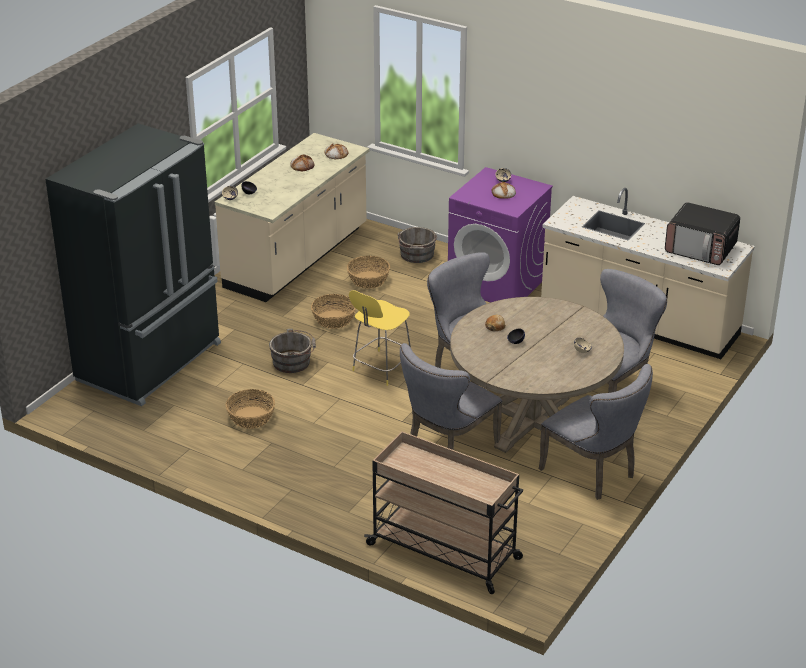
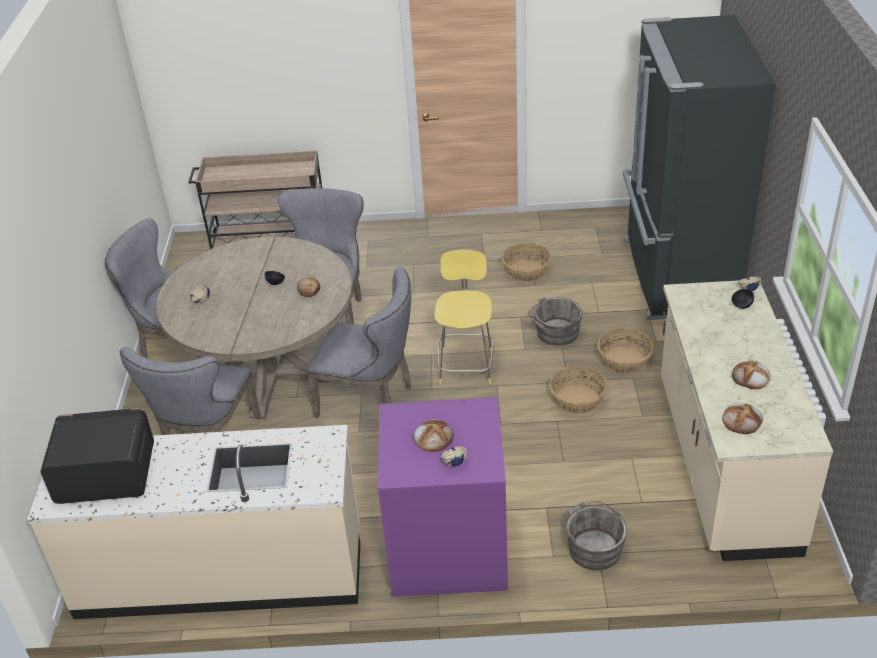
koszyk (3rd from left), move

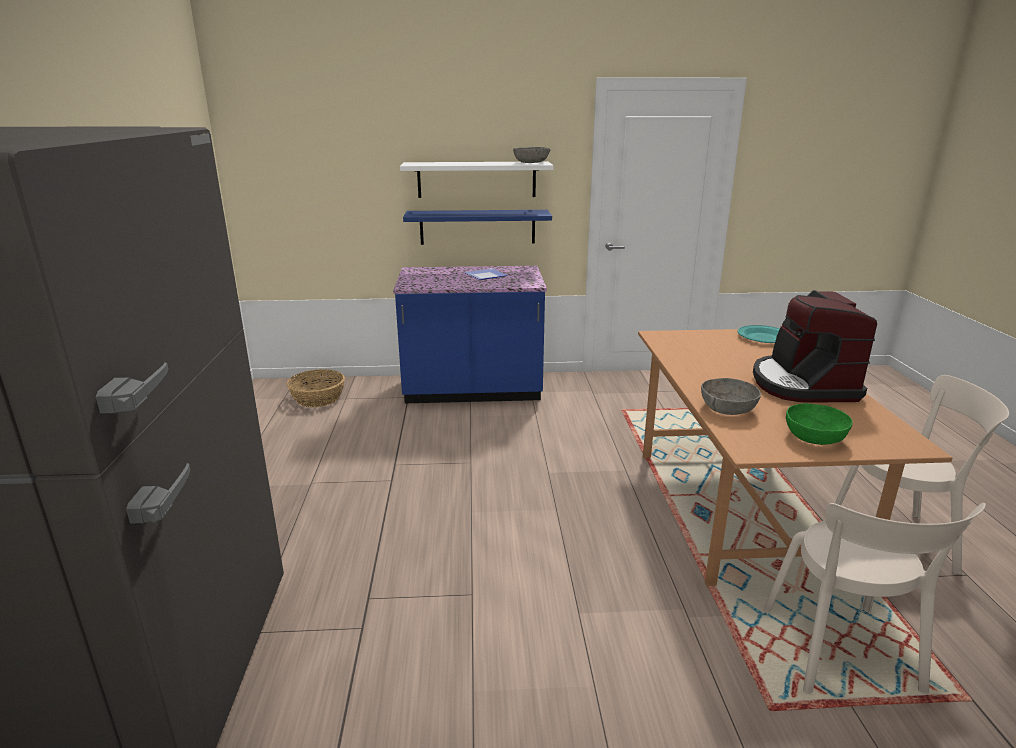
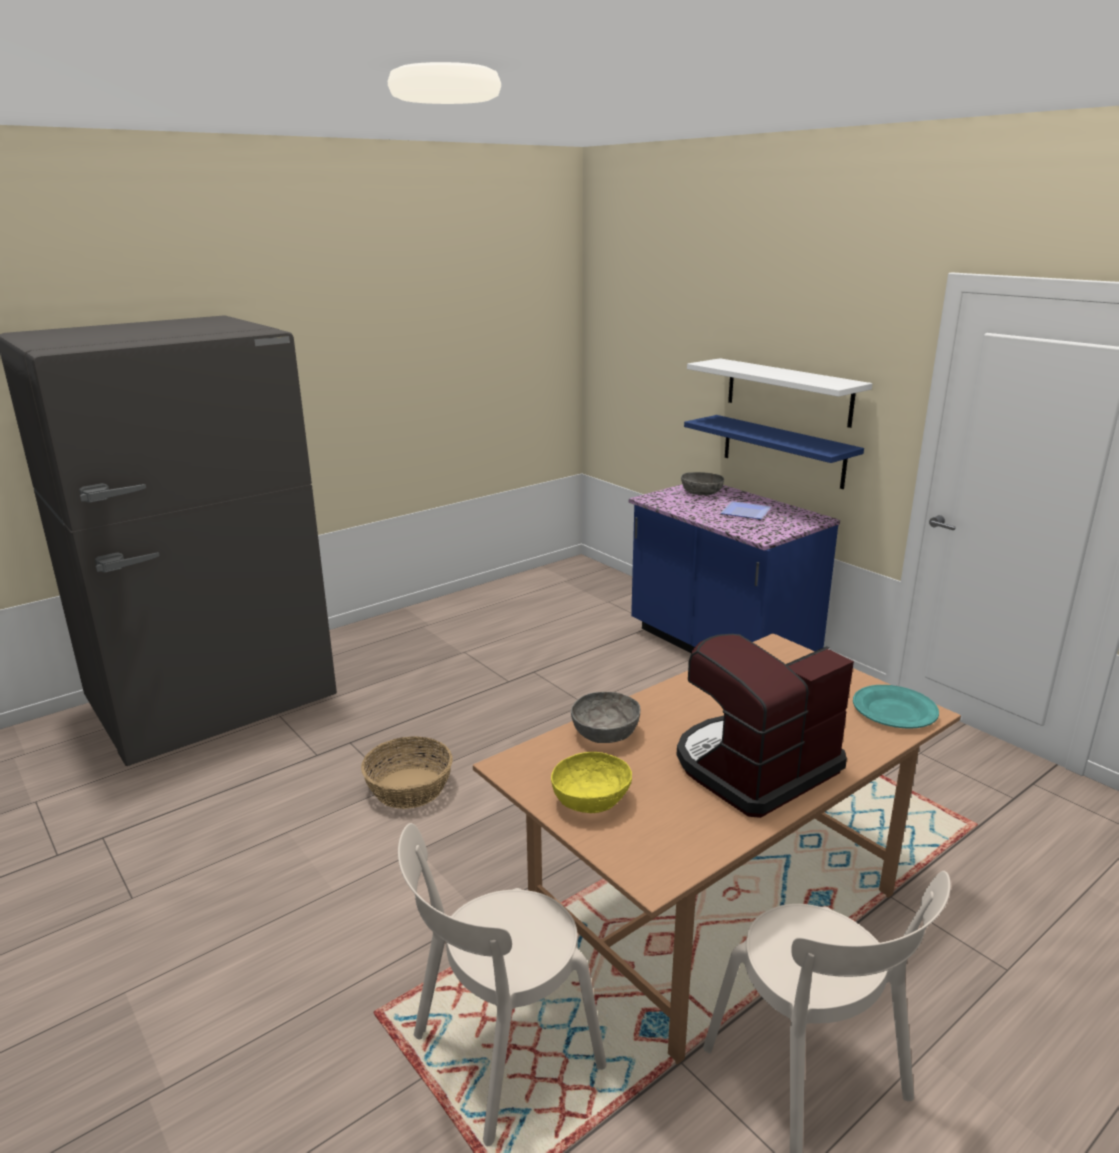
koszyk, move
miska (zielony) → miska (żółty)
miska (szary) (1st from left in the first image) → miska (szary) (2nd from left), move

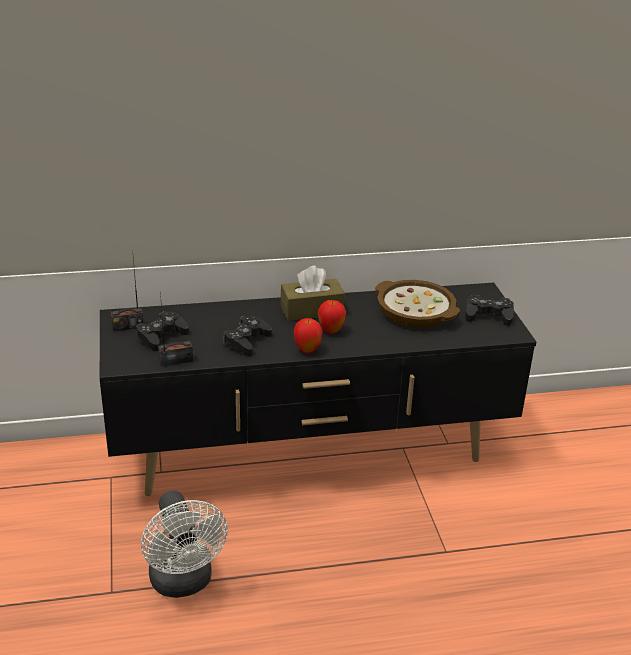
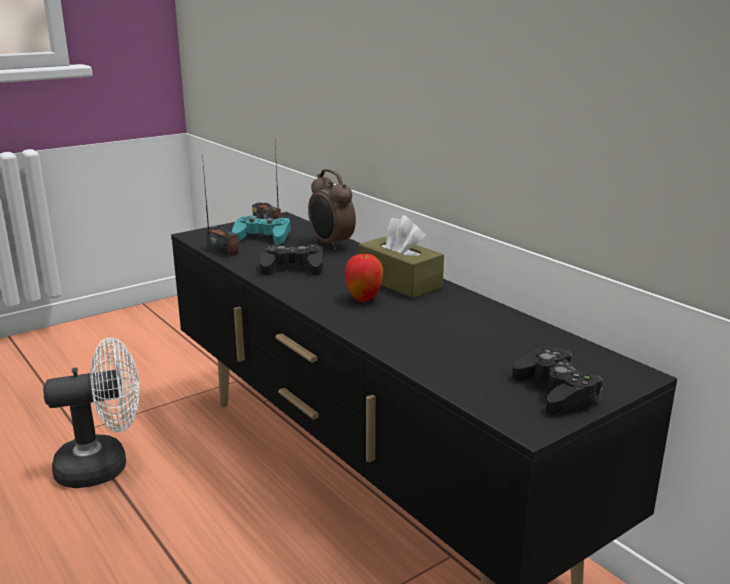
wentylator (biały), 150 degrees counterclockwise
pad do gier (czarny) (1st from left) → pad do gier (turkusowy)
- → budzik
jabłko (1st from left) → -
miska → -

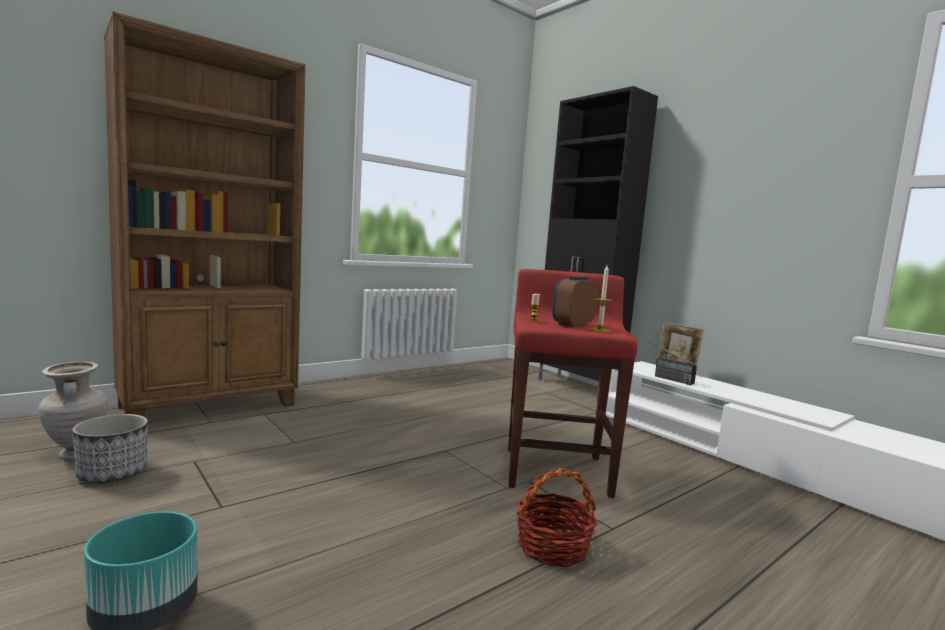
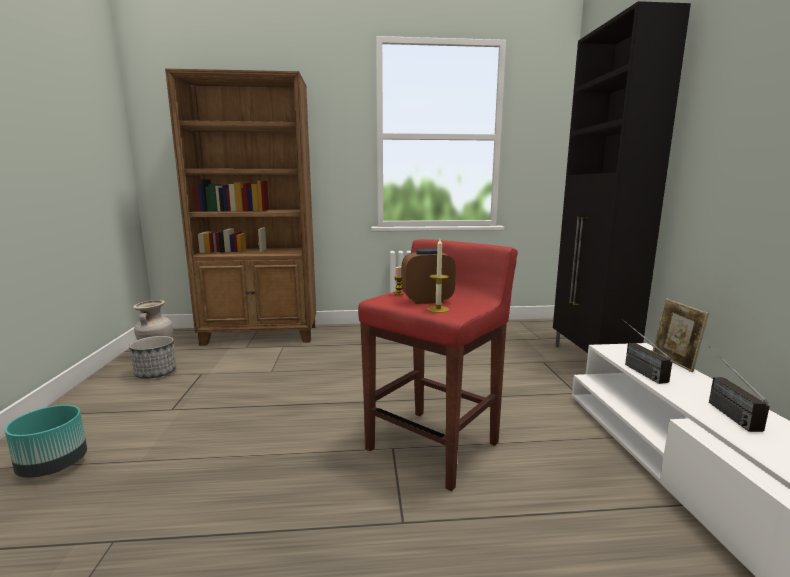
- → radio (2nd from left)
koszyk → -

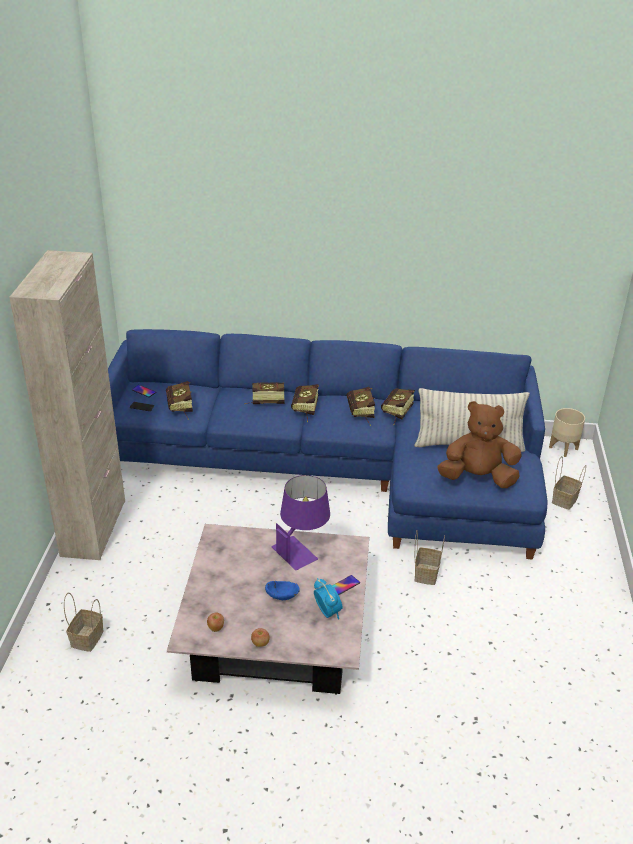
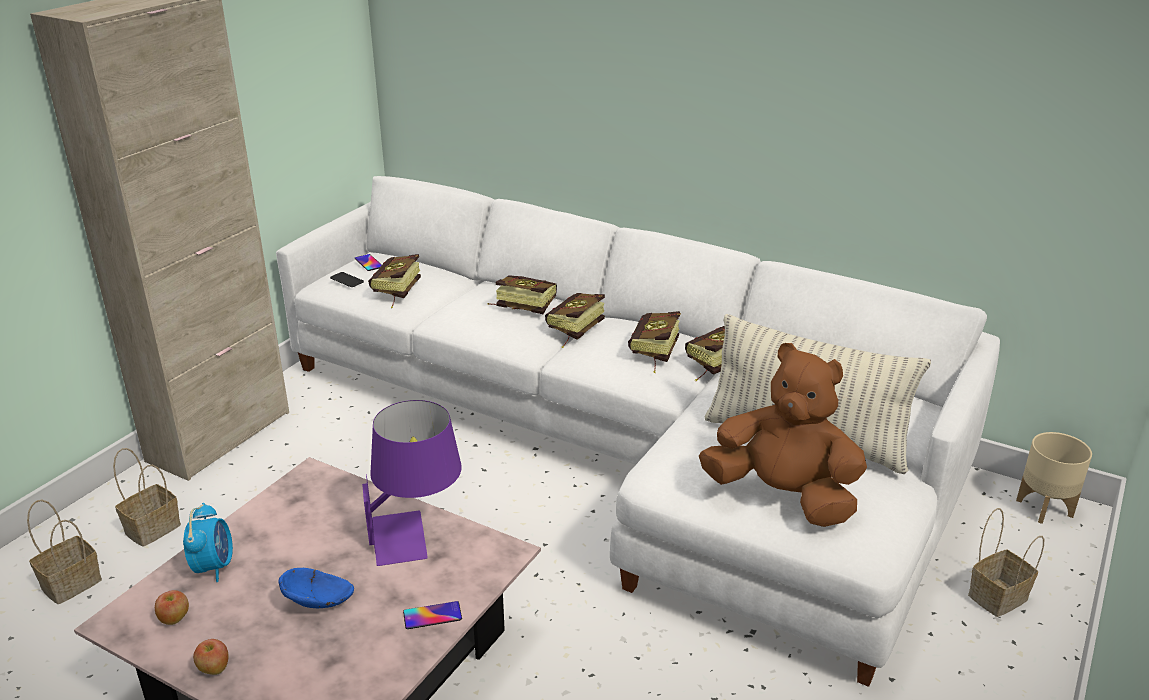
koszyk (2nd from left), move
budzik, move
kanapa (niebieski) → kanapa (biały)

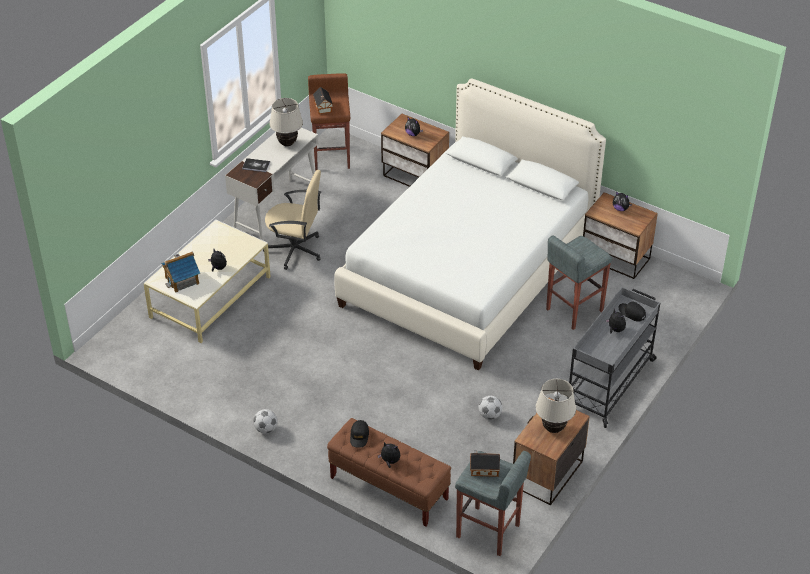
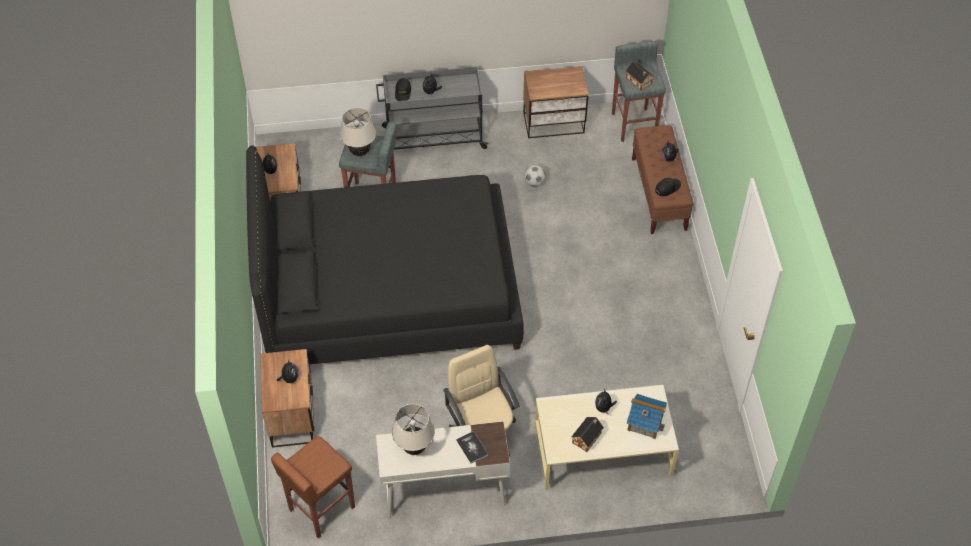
łóżko (biały) → łóżko (czarny)
lampa stołowa (beżowy) (2nd from left in the first image) → lampa stołowa (beżowy) (1st from left), move
domek (2nd from left in the first image) → domek (1st from left), move
piłka futbolowa (1st from left) → -

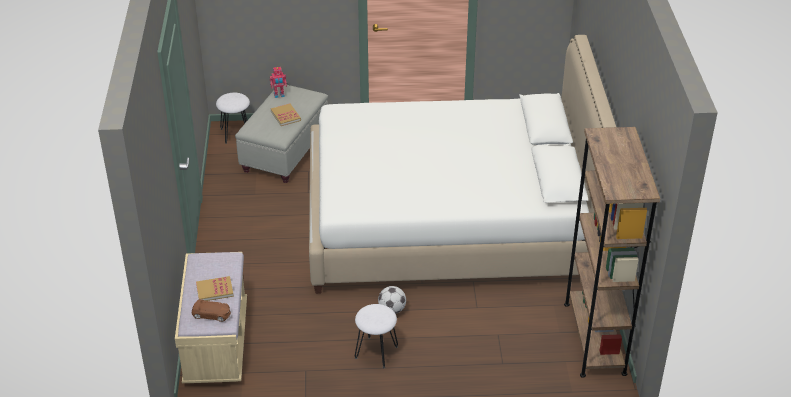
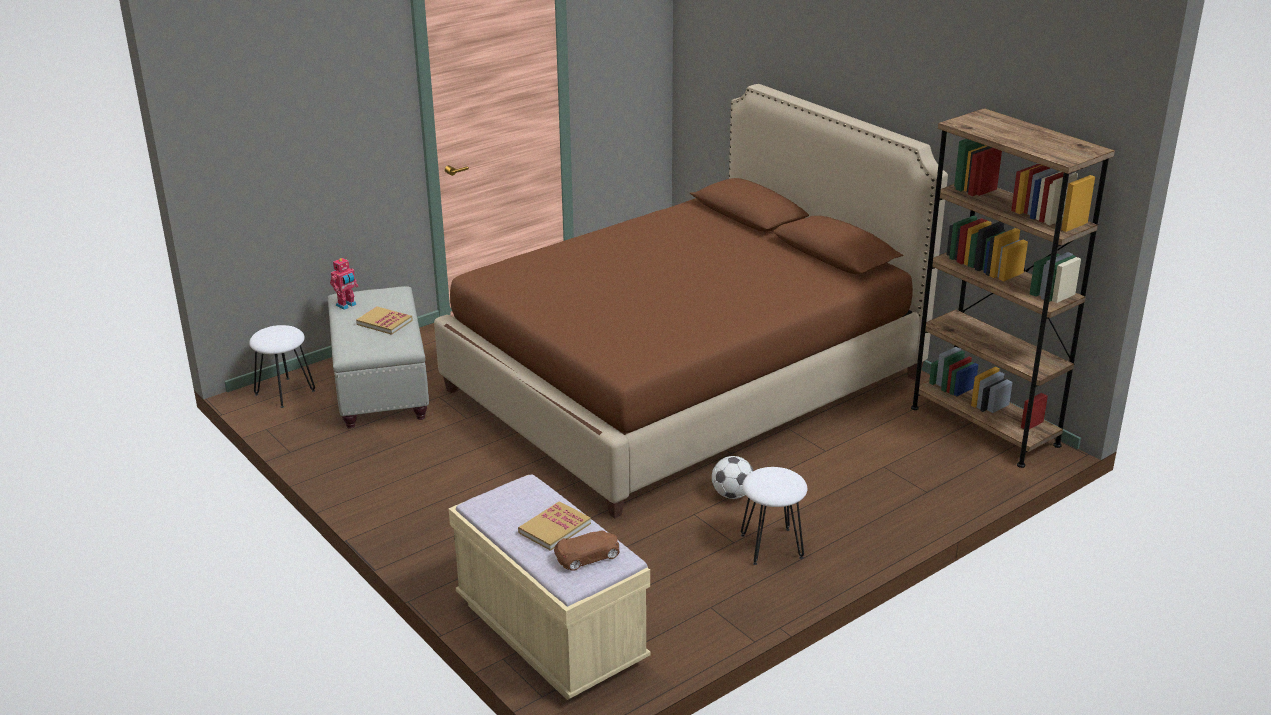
łóżko (biały) → łóżko (brązowy)

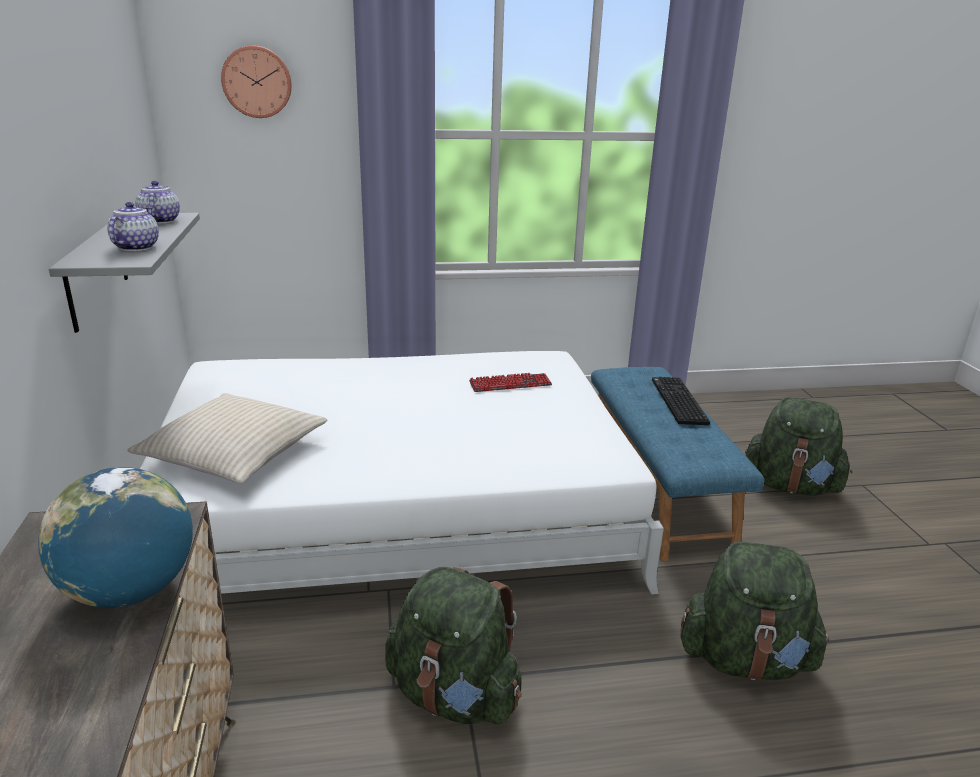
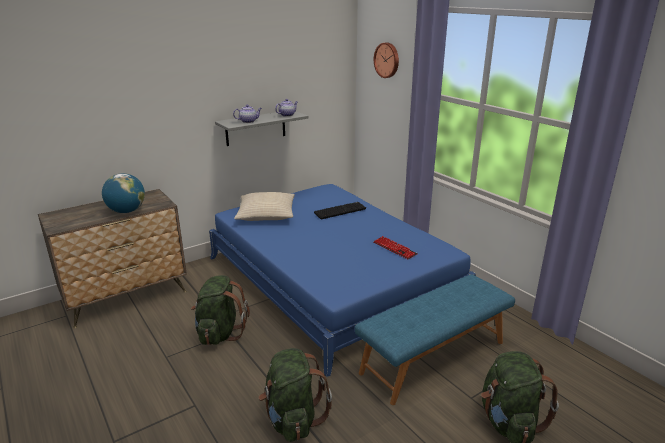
łóżko (biały) → łóżko (niebieski)
klawiatura (2nd from left in the first image) → klawiatura (1st from left), move

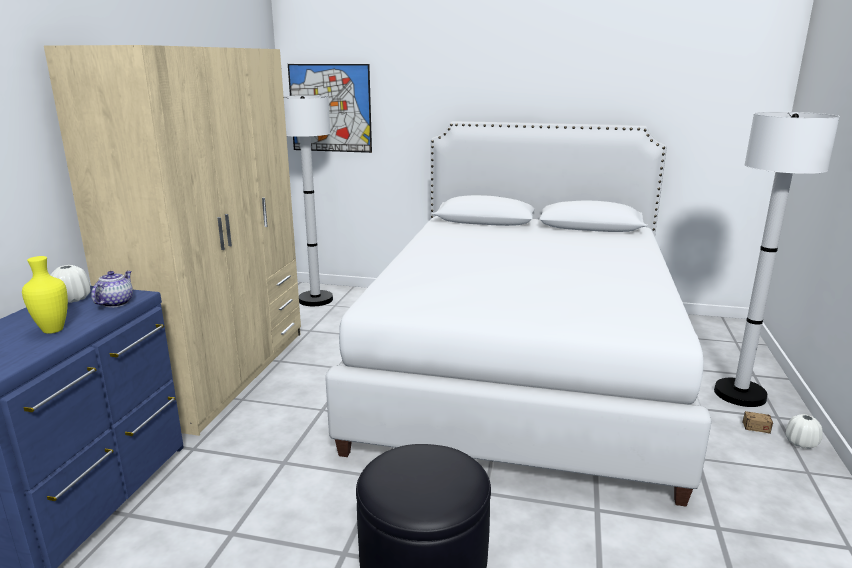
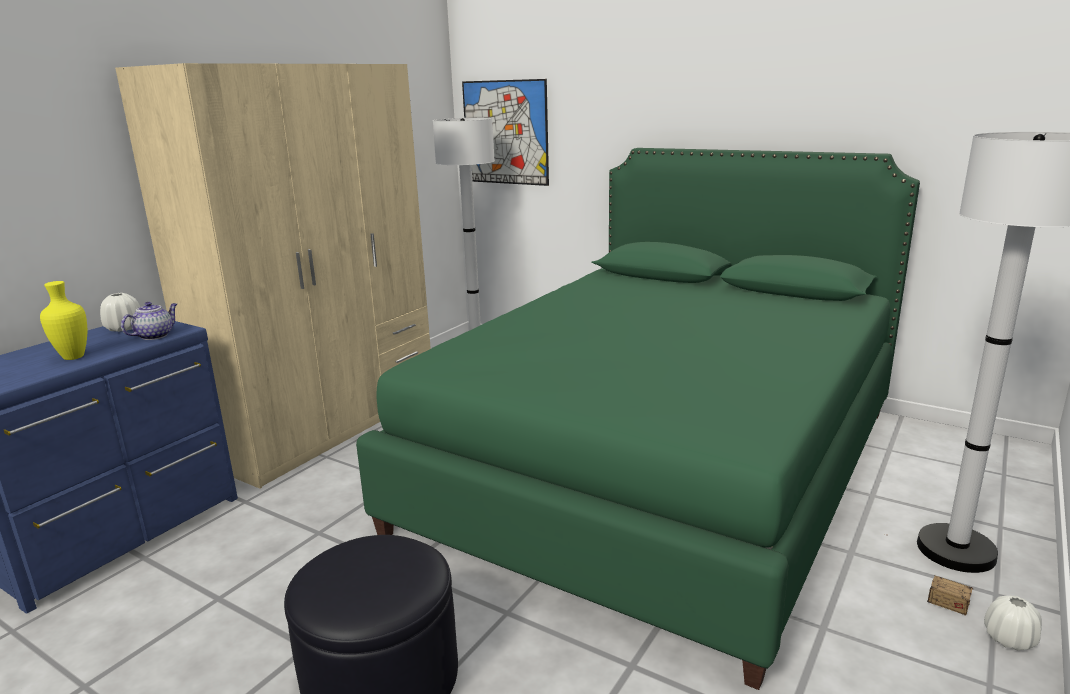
łóżko (biały) → łóżko (zielony)

